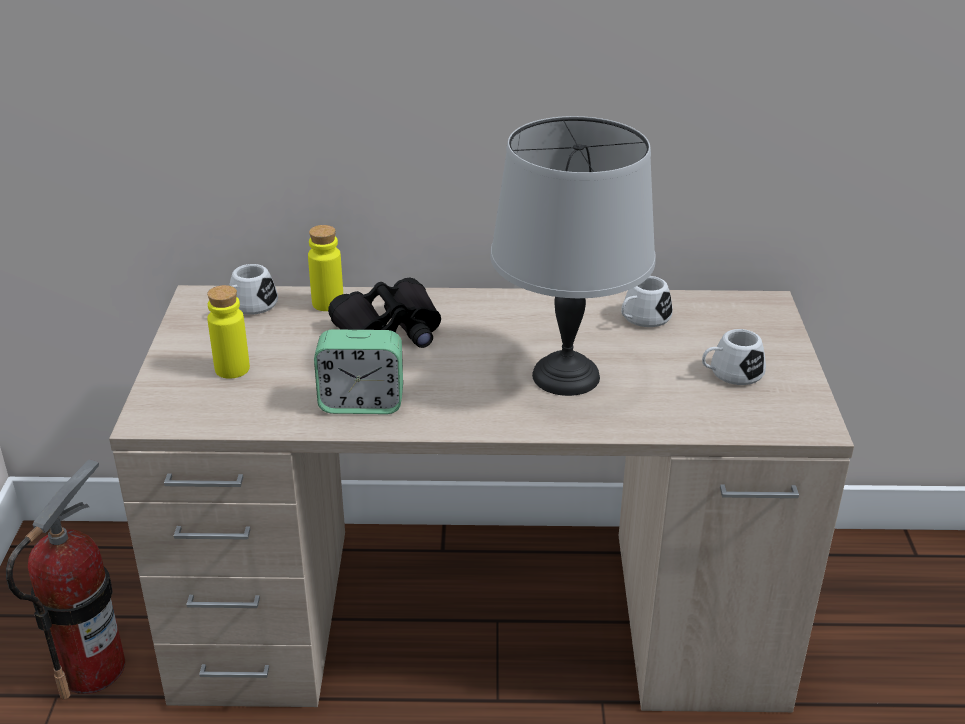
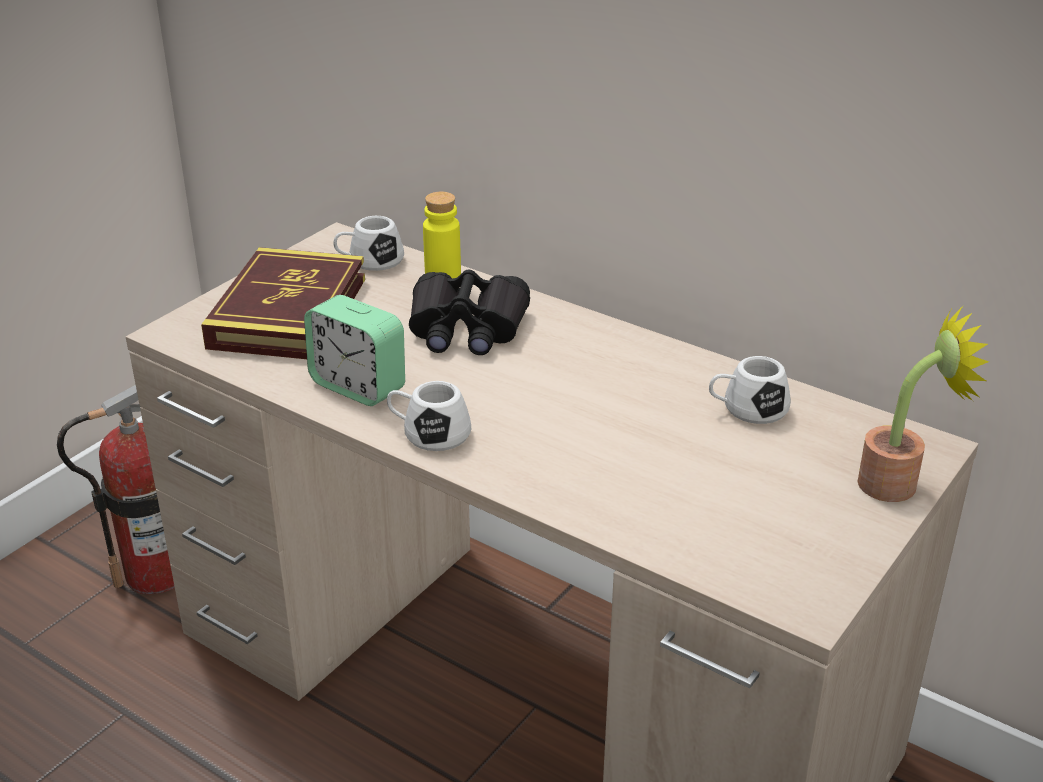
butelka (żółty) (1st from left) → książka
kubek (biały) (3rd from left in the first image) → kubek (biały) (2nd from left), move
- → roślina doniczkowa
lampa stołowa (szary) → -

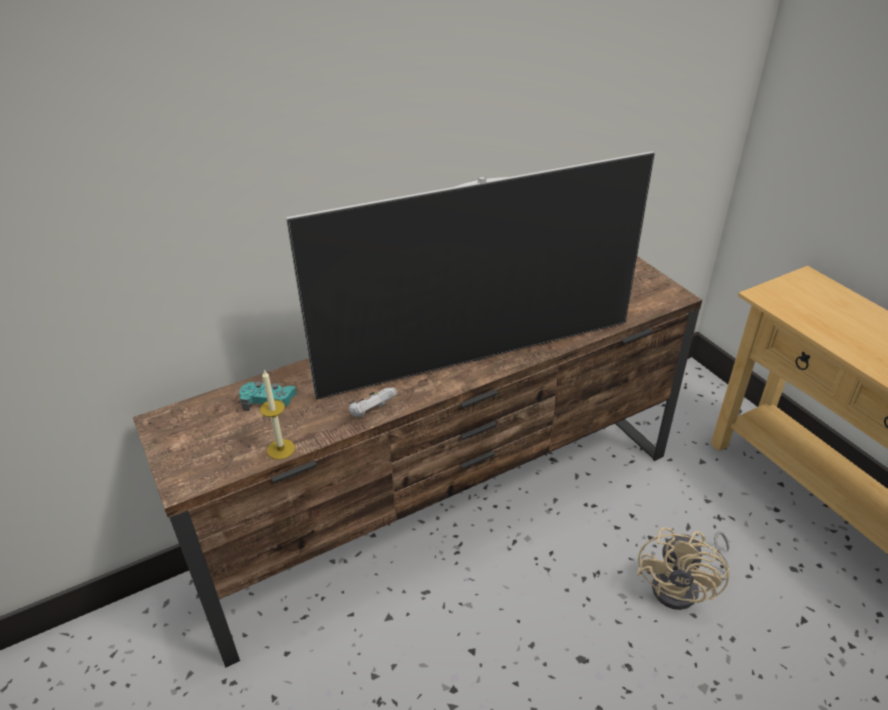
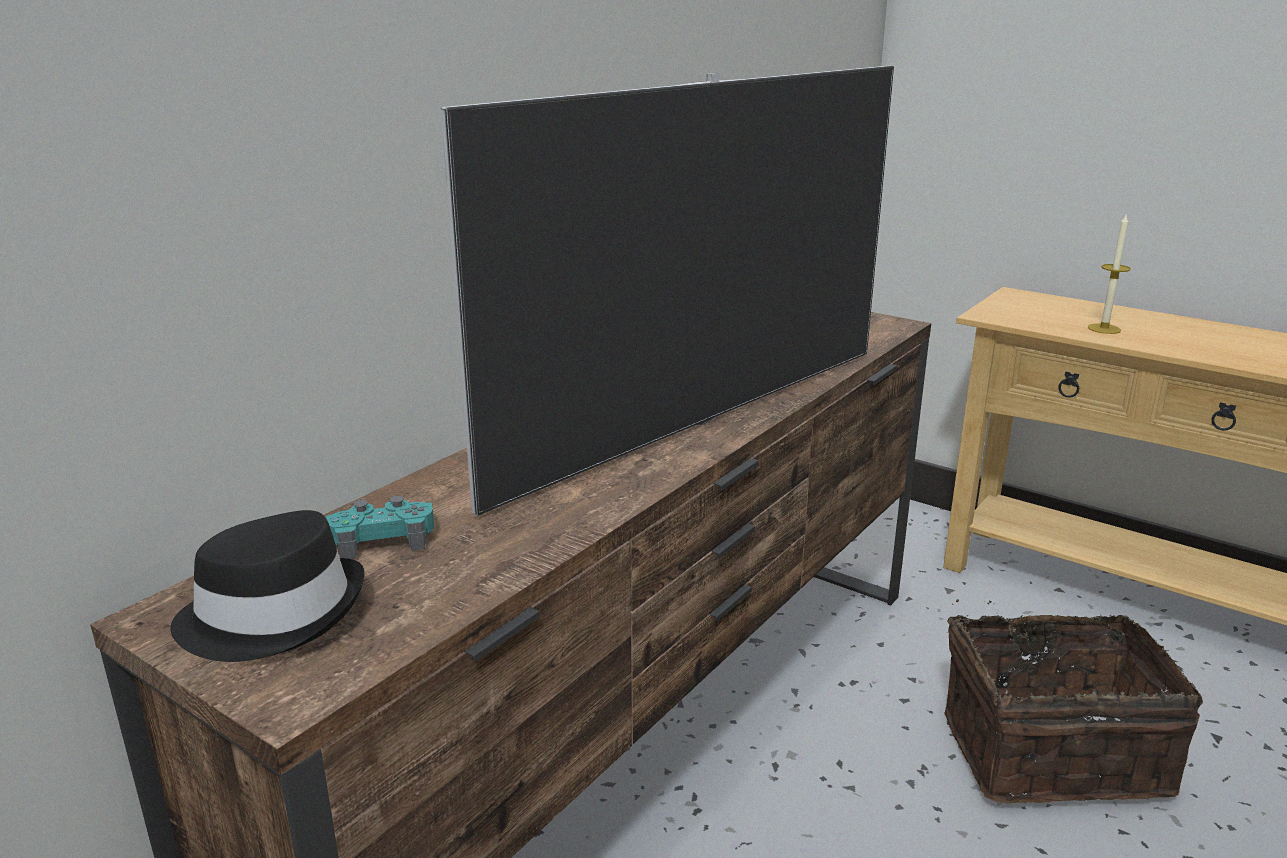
- → kapelusz (czarny)
wentylator (beżowy) → koszyk
świeca, move
pad do gier (biały) → -

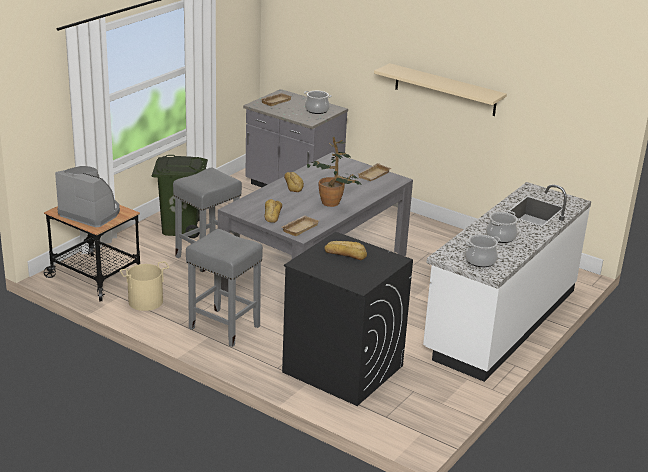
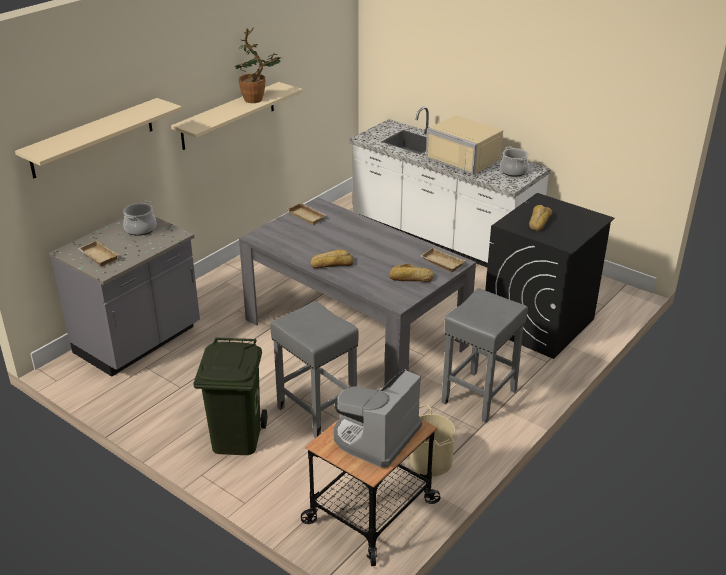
- → półka (beżowy) (1st from left)
roślina doniczkowa, move
garnek (3rd from left) → mikrofalówka (beżowy)

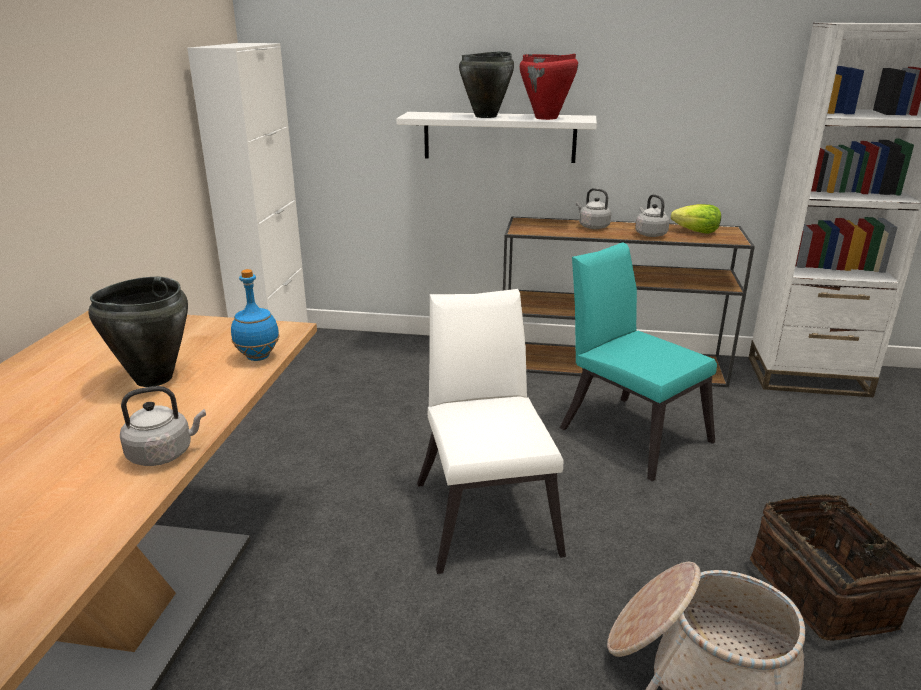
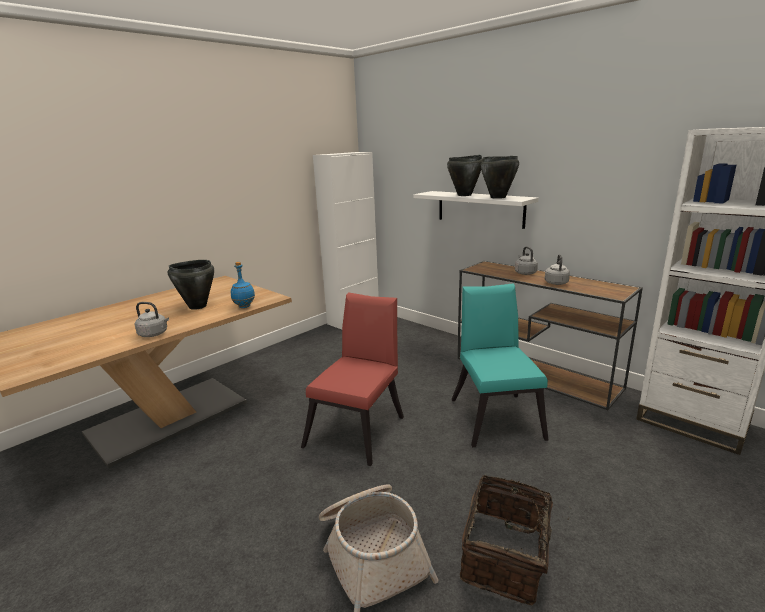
krzesło (biały) → krzesło (czerwony)
garnek (czerwony) → garnek (czarny) (3rd from left)
sałata → -

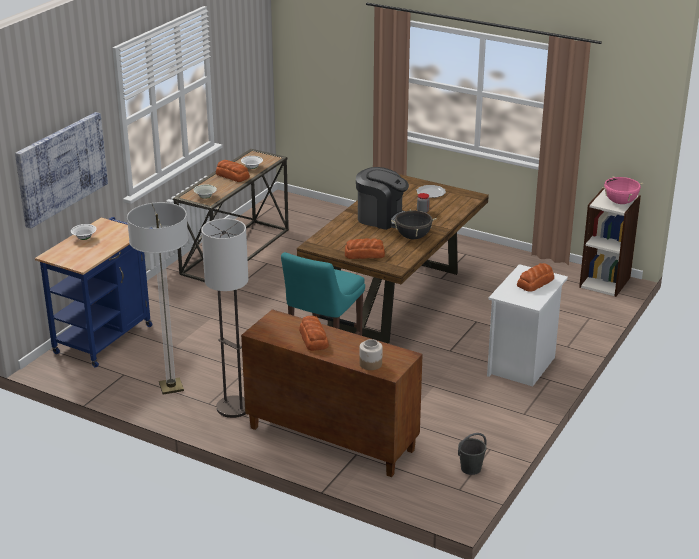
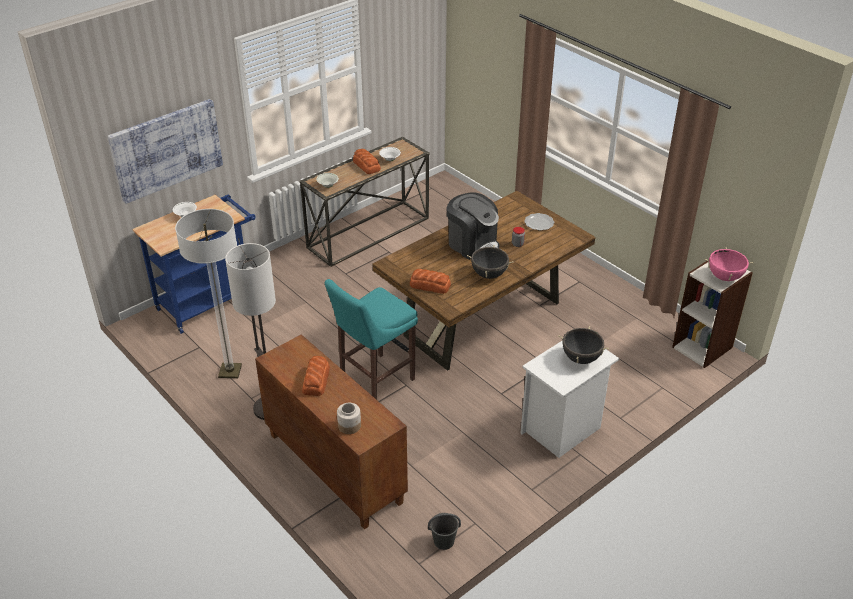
chleb (4th from left) → garnek (czarny) (2nd from left)

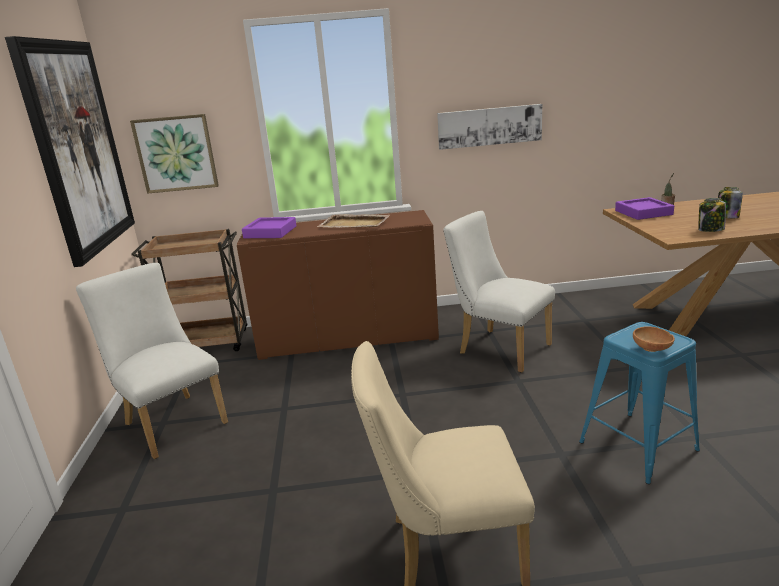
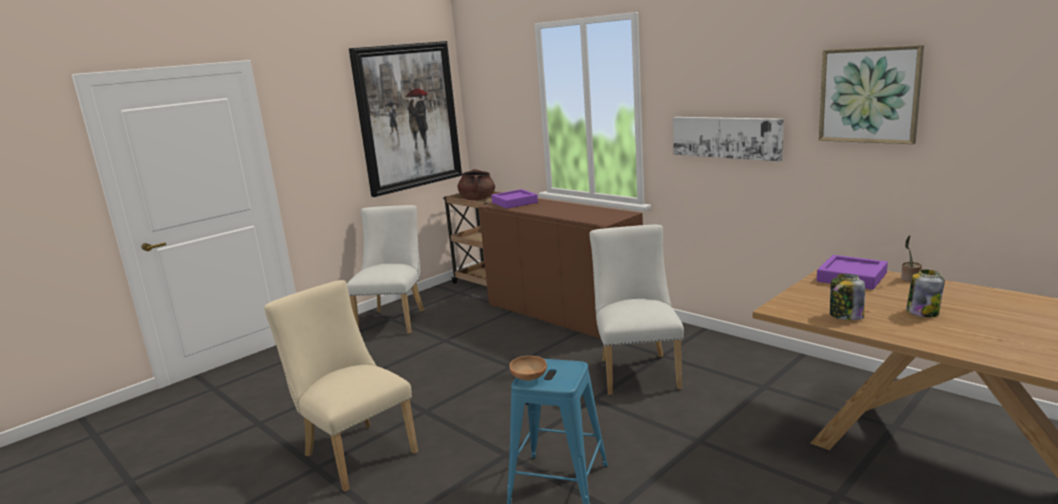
- → garnek (brązowy)
obraz (2nd from left in the first image) → obraz (3rd from left), move
taca (beżowy) → -

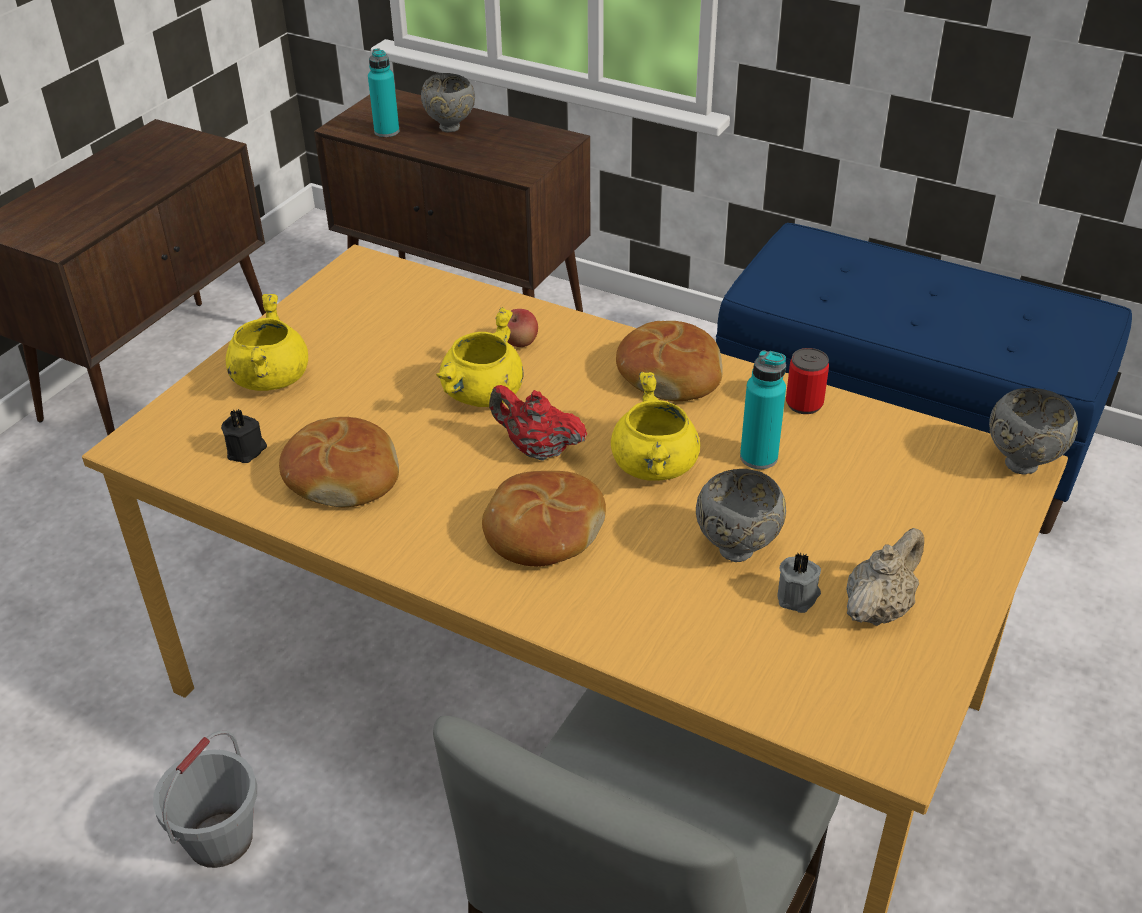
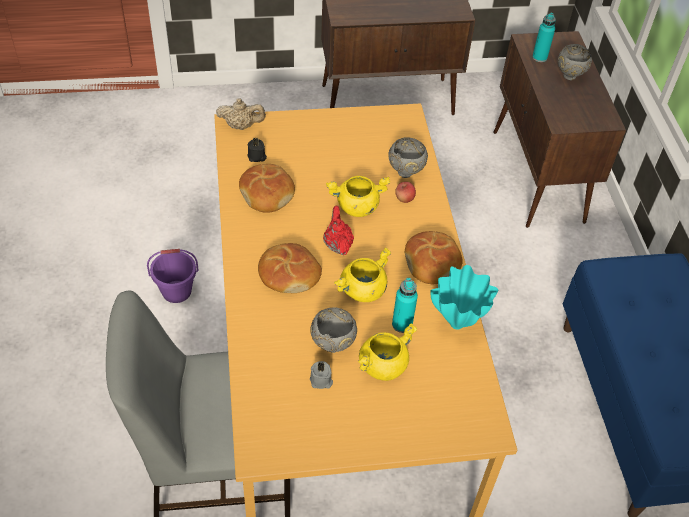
wiadro (szary) → wiadro (fioletowy)
imbryk (beżowy), move
garnek (żółty) (1st from left in the first image) → garnek (żółty) (3rd from left), move
miska (szary) (3rd from left in the first image) → miska (szary) (2nd from left), move
puszka → wazon (turkusowy)

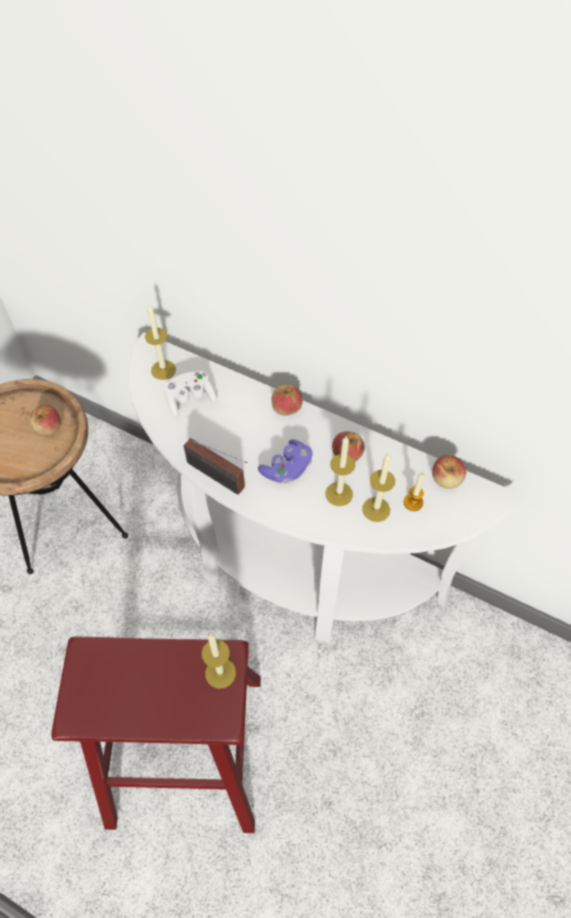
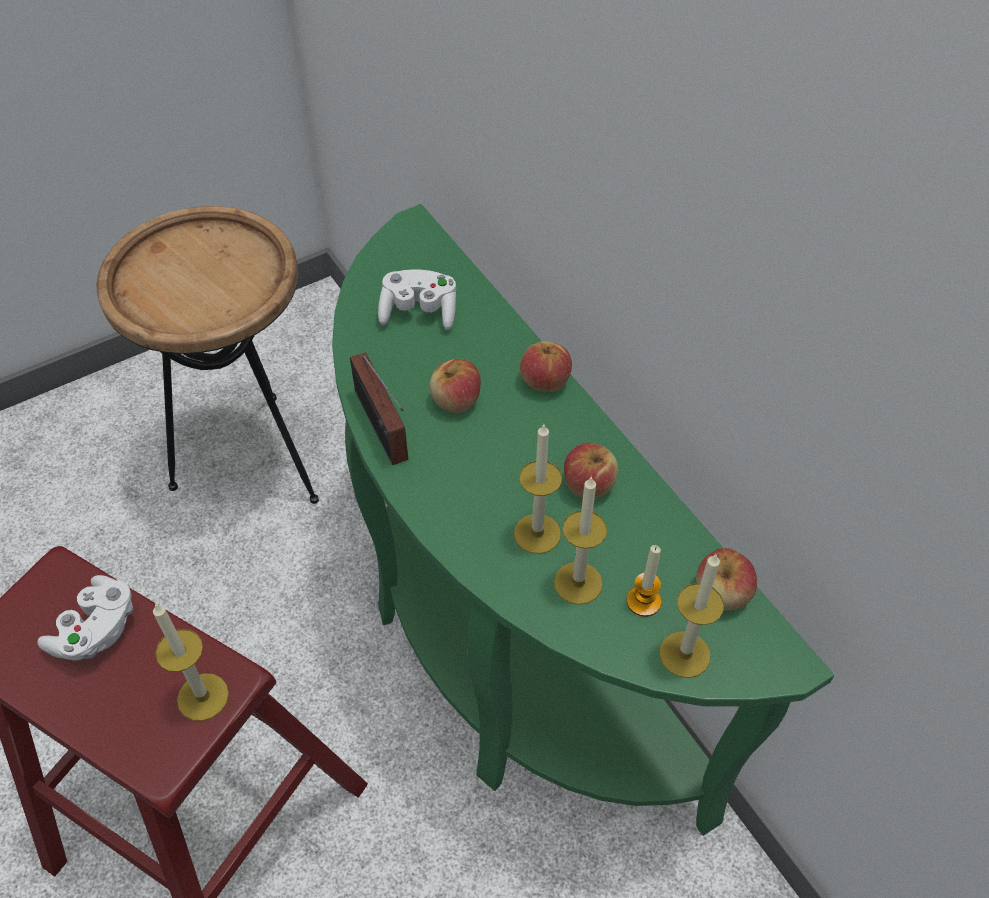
- → pad do gier (biały) (1st from left)
stolik konsolowy (biały) → stolik konsolowy (zielony)
jabłko (1st from left), move
świeca (1st from left in the first image) → świeca (5th from left), move
pad do gier (fioletowy) → -

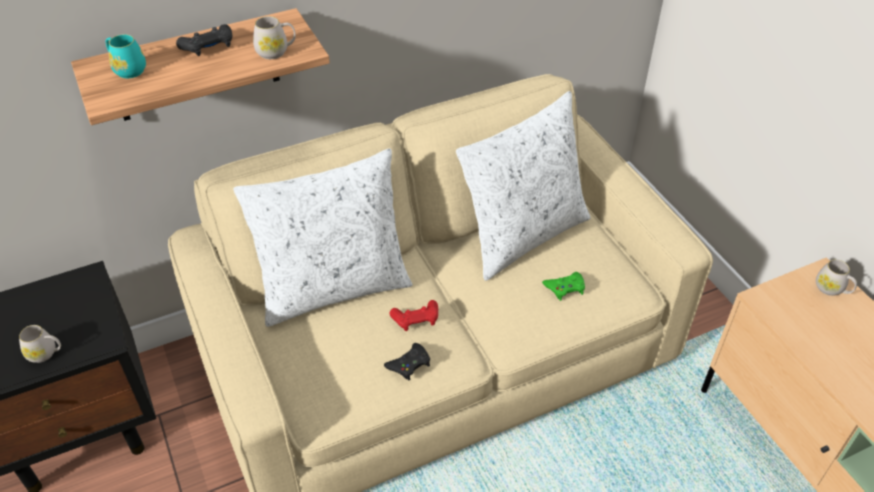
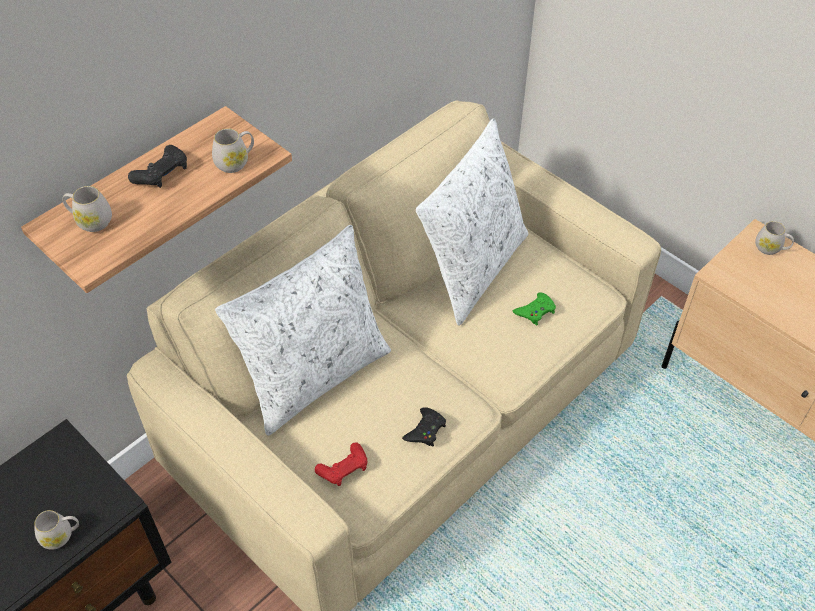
kubek (turkusowy) → kubek (biały) (2nd from left)
pad do gier (czerwony), move

